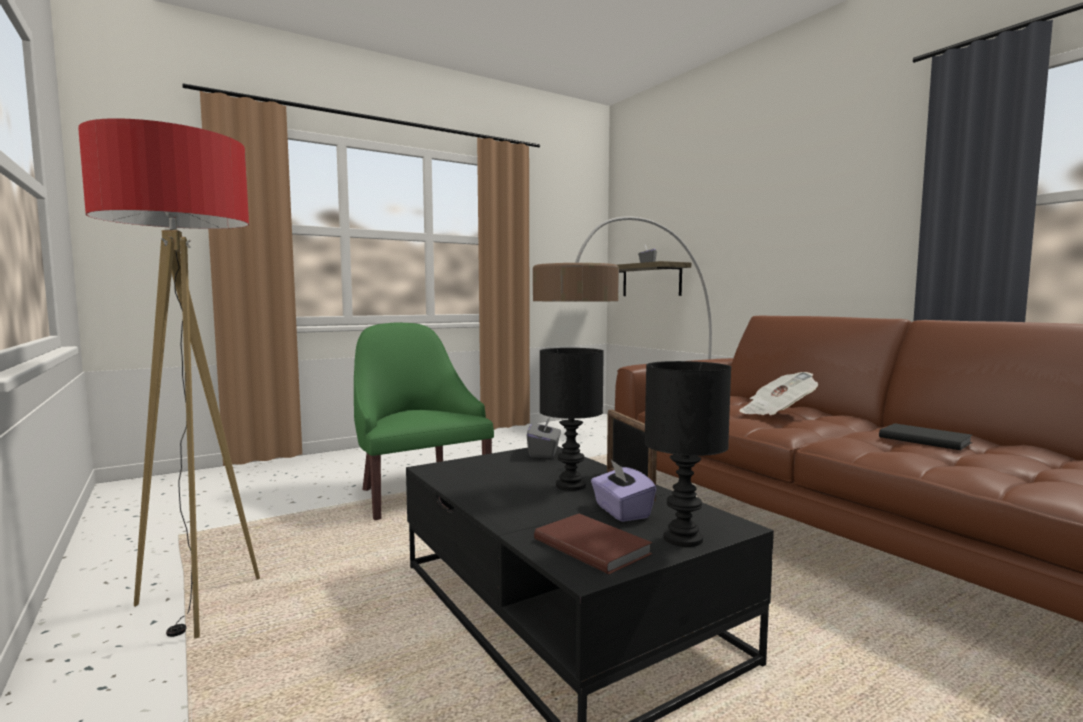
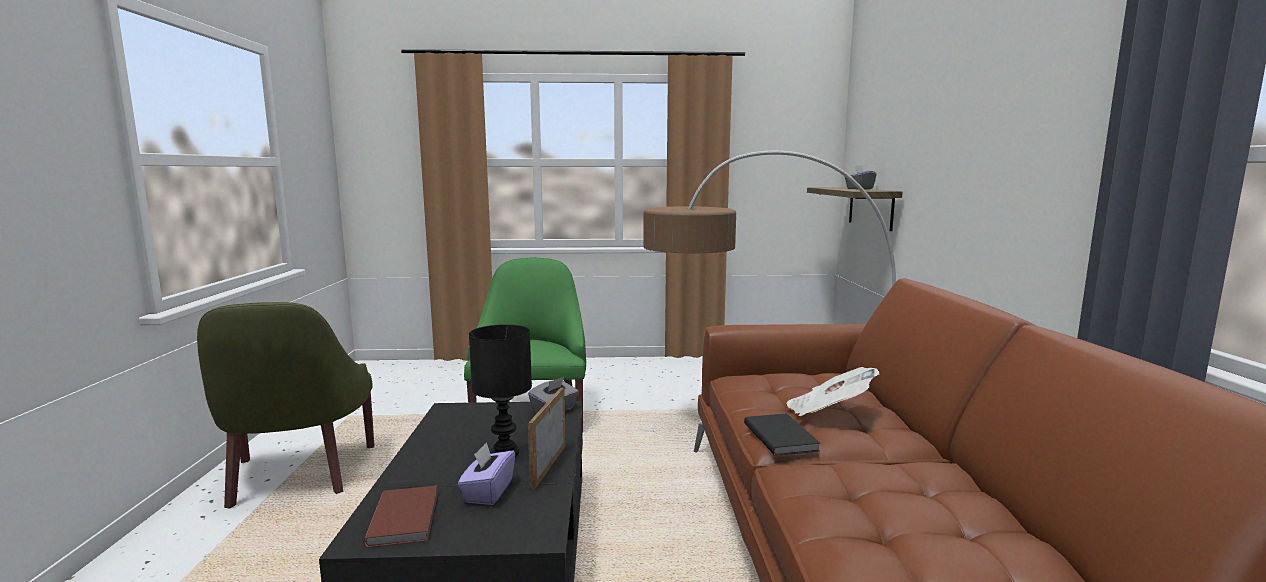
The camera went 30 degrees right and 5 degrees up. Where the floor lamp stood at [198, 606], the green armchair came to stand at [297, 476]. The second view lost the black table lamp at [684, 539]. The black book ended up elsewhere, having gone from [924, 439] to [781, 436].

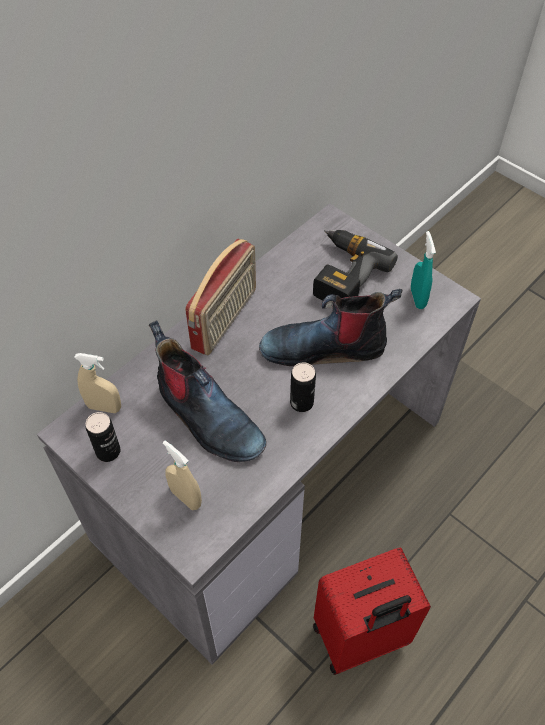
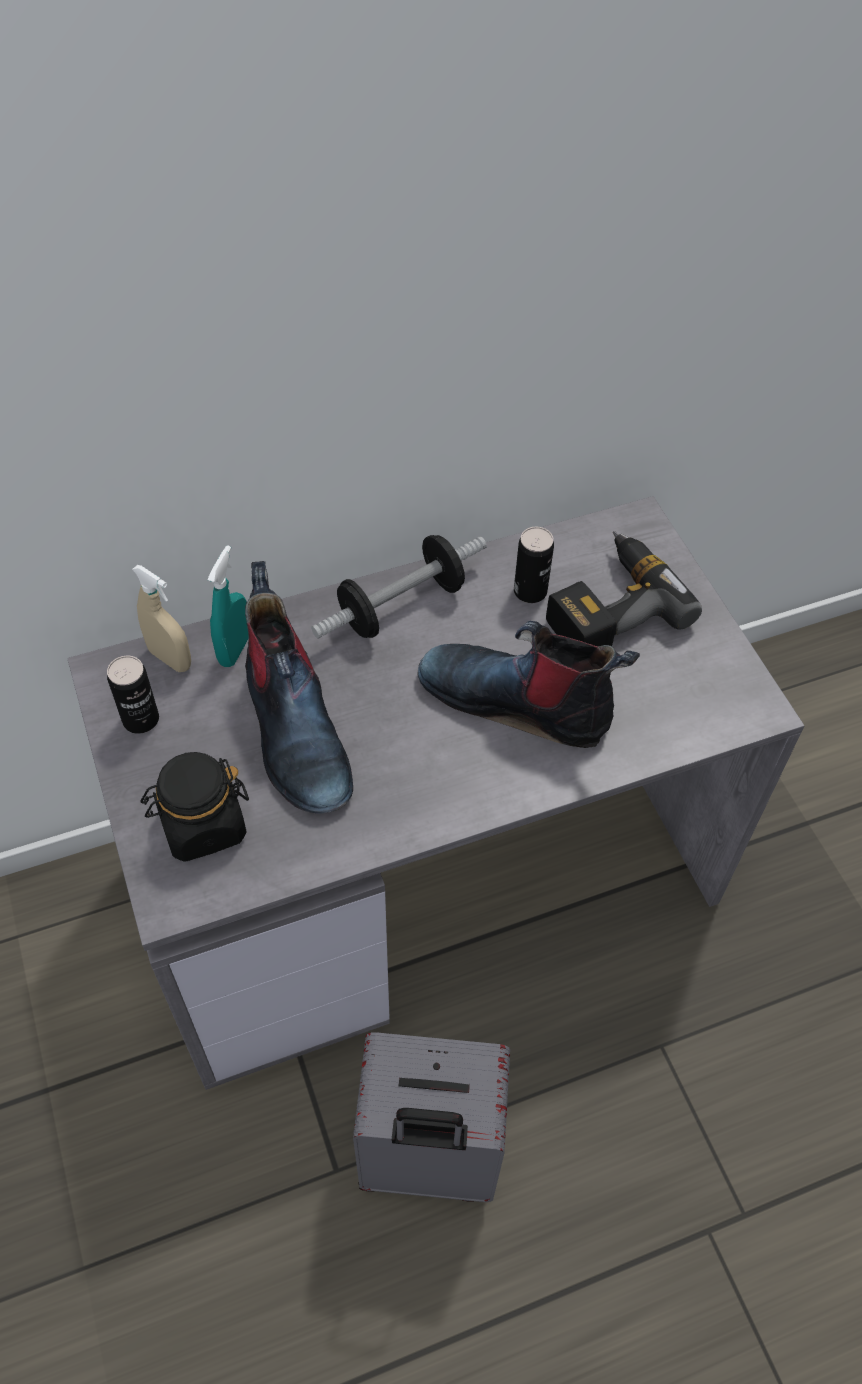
The camera went 25 degrees right and 0 degrees up. The turquoise spray bottle ended up elsewhere, having gone from [417, 298] to [235, 649]. Where the radio stood at [225, 319], the dumbbell came to stand at [401, 605]. The can ended up elsewhere, having gone from [301, 402] to [530, 591]. Where the beige spray bottle stood at [185, 497], the black jar came to stand at [202, 825]. What was the red suitcase at [360, 638] turned into the grey suitcase at [427, 1158].

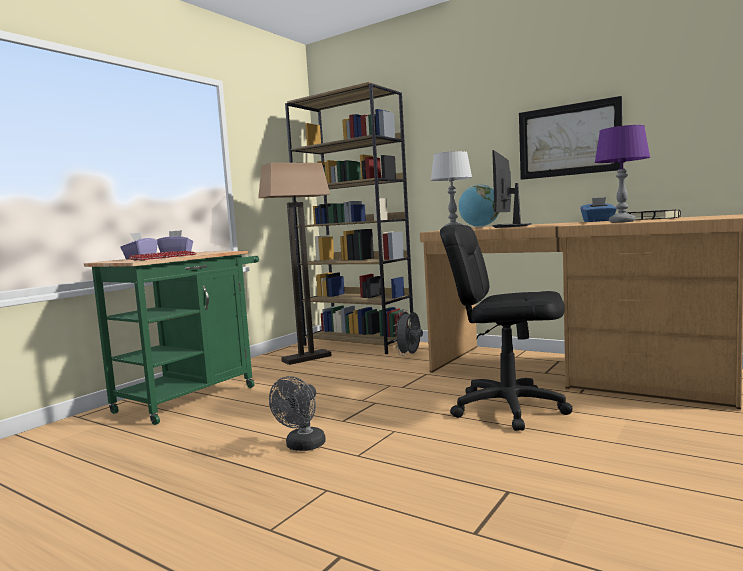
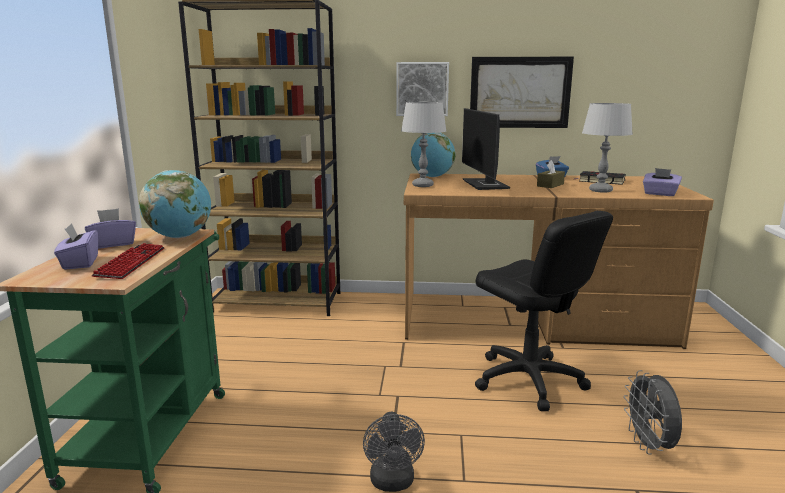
The camera went 30 degrees left and 10 degrees up. What was the purple table lamp at [621, 222] turned into the grey table lamp at [600, 190]. The second view lost the floor lamp at [307, 358]. The black office chair at [508, 408] ended up facing another way, 120 degrees counterclockwise from before. The grey fan ended up elsewhere, having gone from [410, 355] to [649, 446]. The second view gained the picture at [422, 89]. The second view gained the brown tissue box at [550, 185]. The second view gained the purple tissue box at [660, 194]. The second view gained the globe at [179, 237].

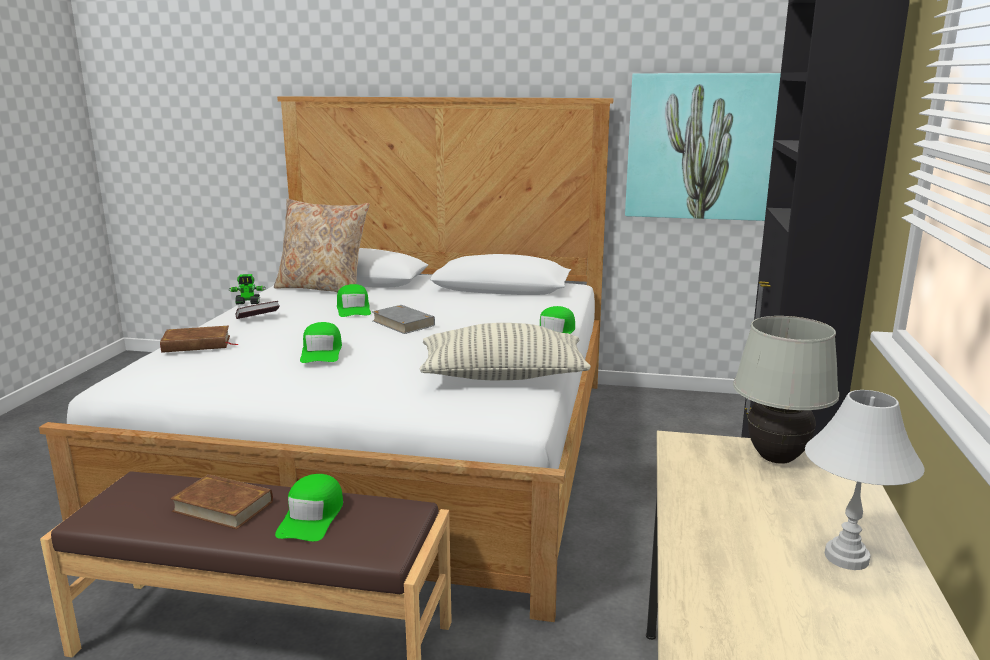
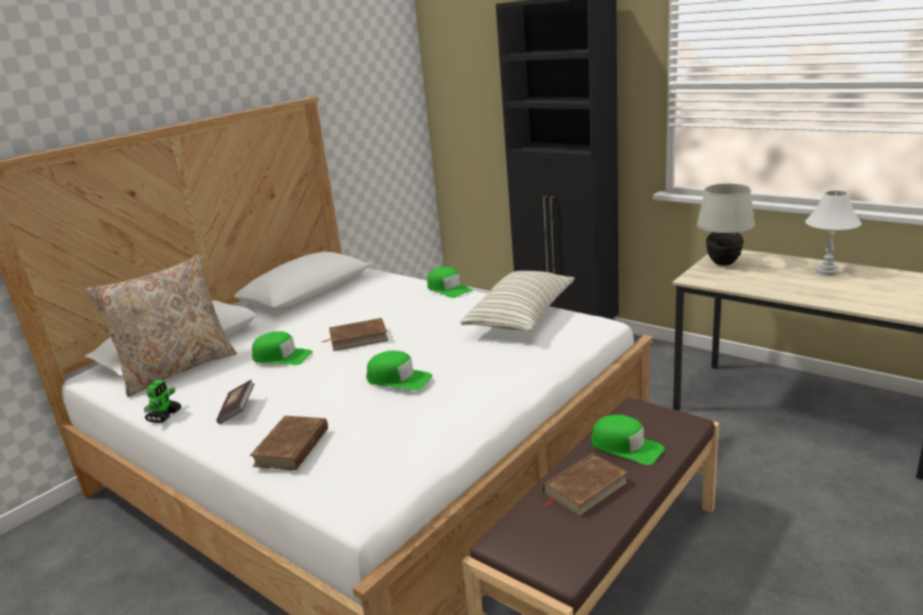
The camera went 60 degrees left and 5 degrees up. The second view lost the picture at [699, 147]. What was the grey book at [403, 323] turned into the brown book at [358, 338].

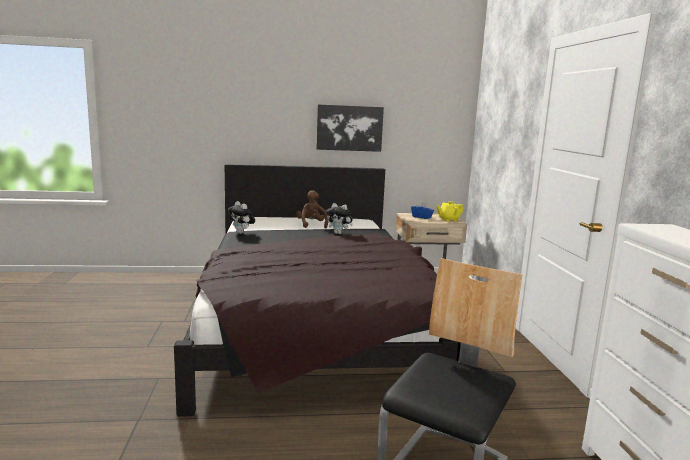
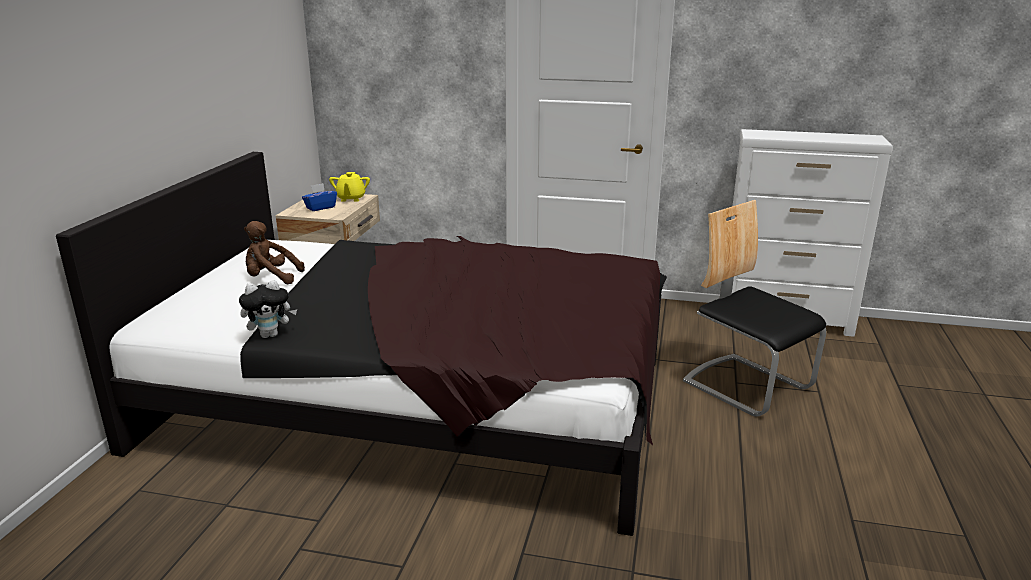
The camera went 70 degrees left and 10 degrees up. The second view lost the picture at [349, 128]. The second view lost the plush toy at [339, 233].

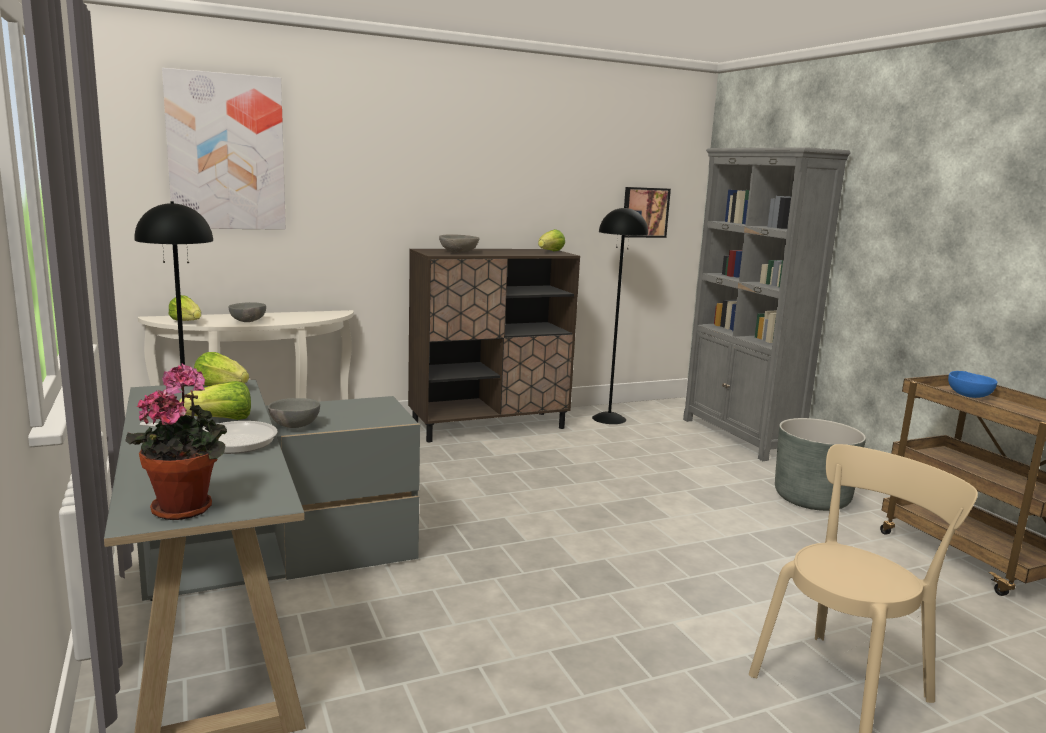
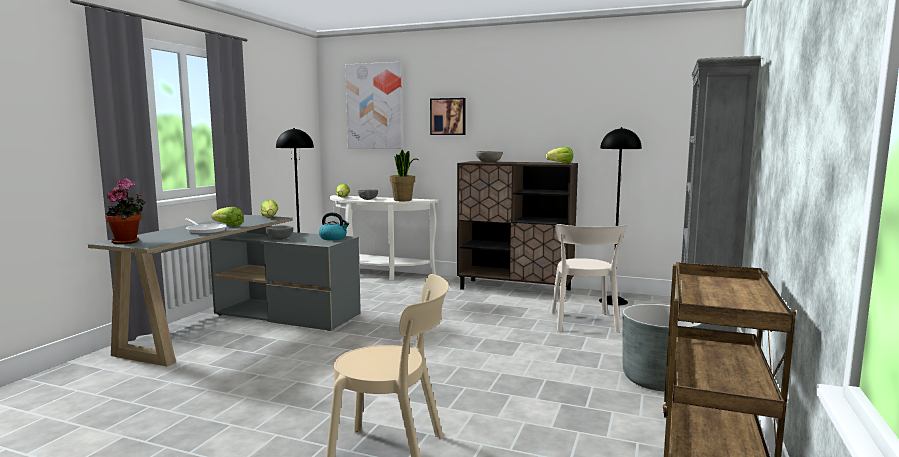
The camera went 45 degrees right and 5 degrees down. The picture ended up elsewhere, having gone from [644, 212] to [448, 116]. The second view lost the blue bowl at [969, 396]. The second view gained the potted plant at [403, 200]. The second view gained the kettle at [333, 238]. The second view gained the beige chair at [584, 323].

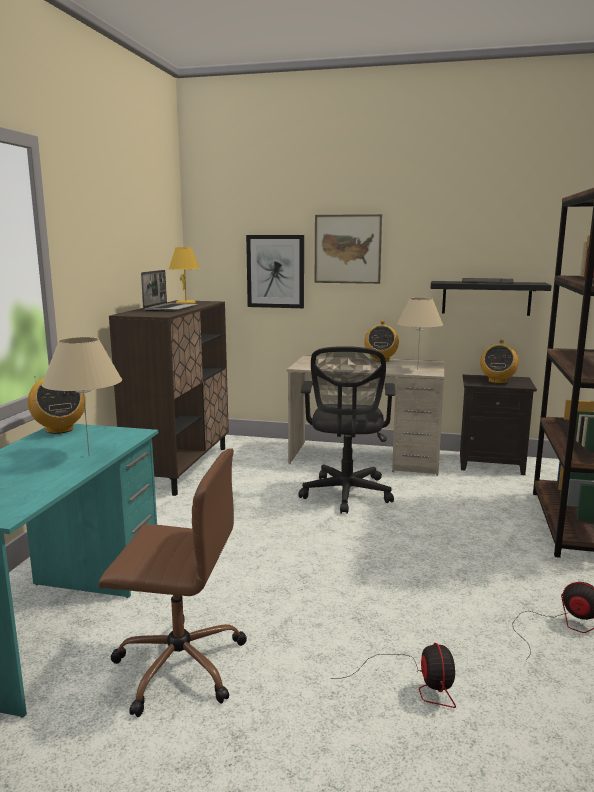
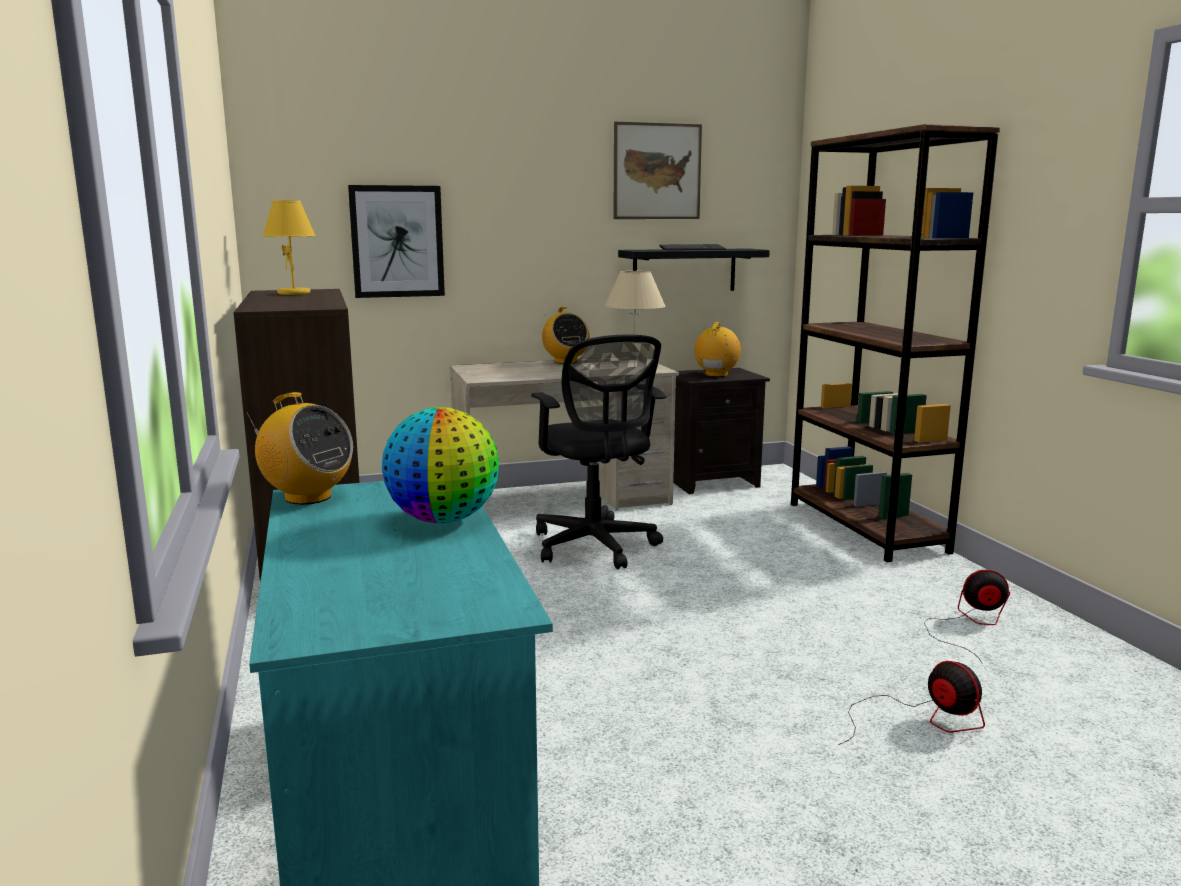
The camera went 30 degrees left and 0 degrees up. The picture ended up elsewhere, having gone from [347, 249] to [657, 171]. The second view lost the laptop at [170, 308]. Where the beige table lamp stood at [89, 456], the globe came to stand at [444, 520]. The radio at [497, 381] ended up facing another way, 150 degrees counterclockwise from before. The second view lost the brown office chair at [177, 665].

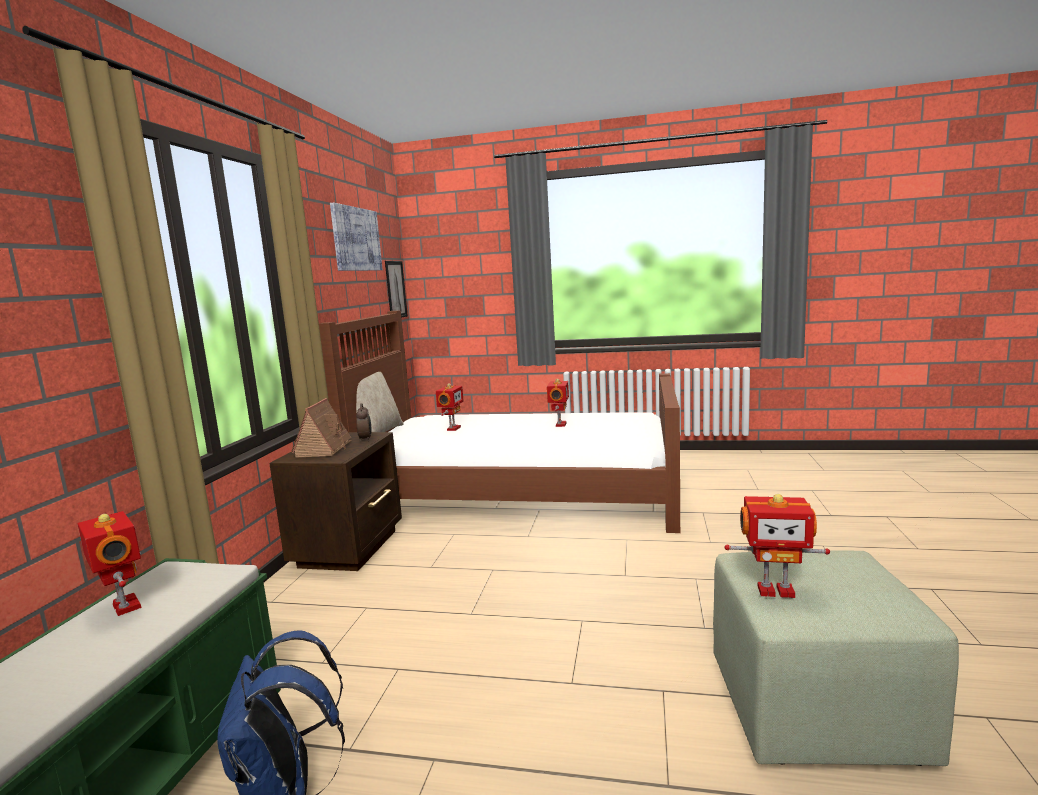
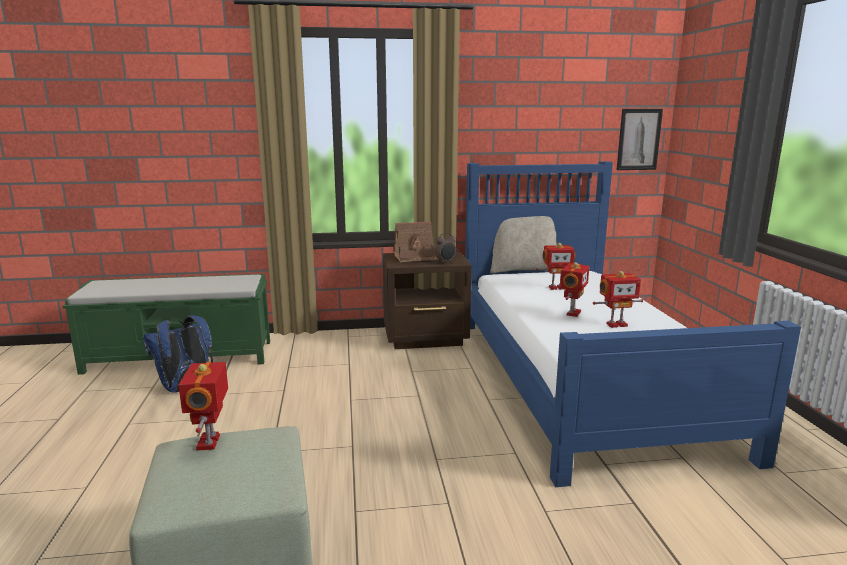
The camera went 70 degrees right and 5 degrees up. The second view lost the picture at [356, 239]. What was the brown bed at [517, 494] turned into the blue bed at [579, 378]. The toy robot ended up elsewhere, having gone from [124, 607] to [572, 313].

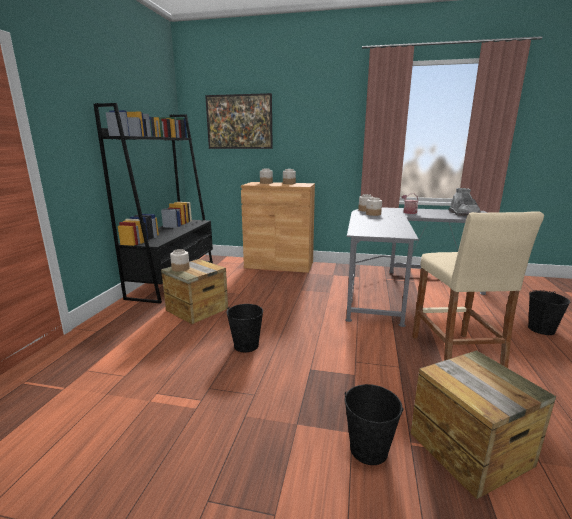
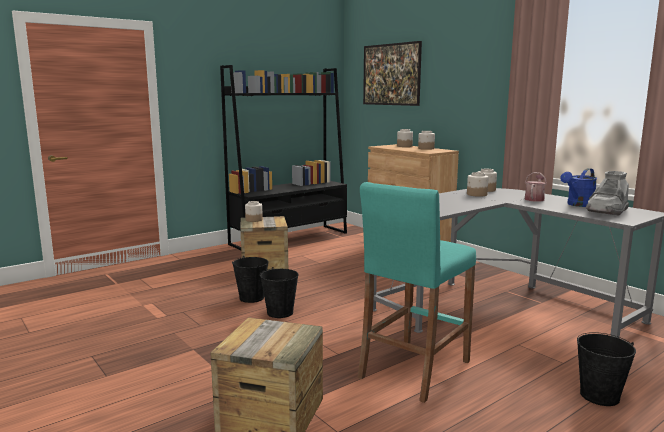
The camera went 40 degrees right and 5 degrees down. What was the beige stool at [455, 355] turned into the turquoise stool at [414, 369]. The black bucket ended up elsewhere, having gone from [368, 449] to [280, 312]. The second view gained the blue watering can at [578, 205].

